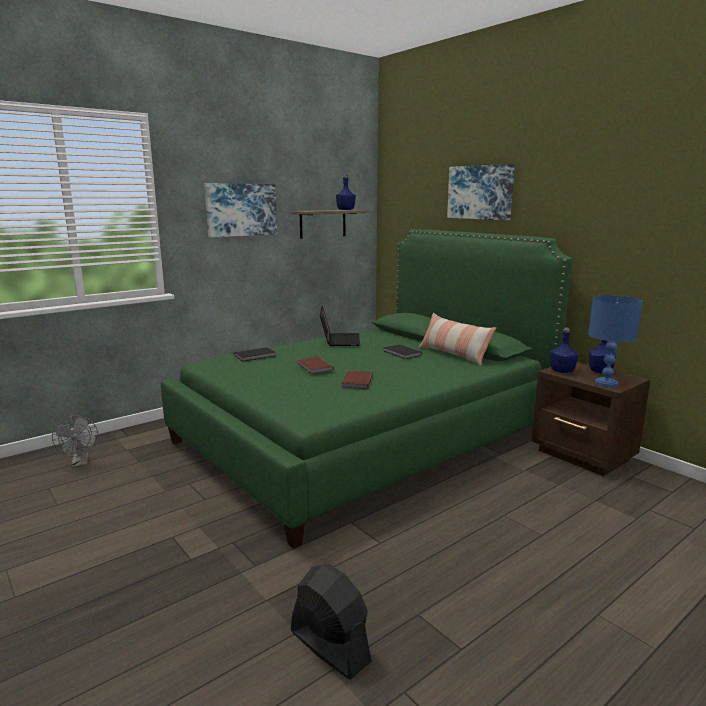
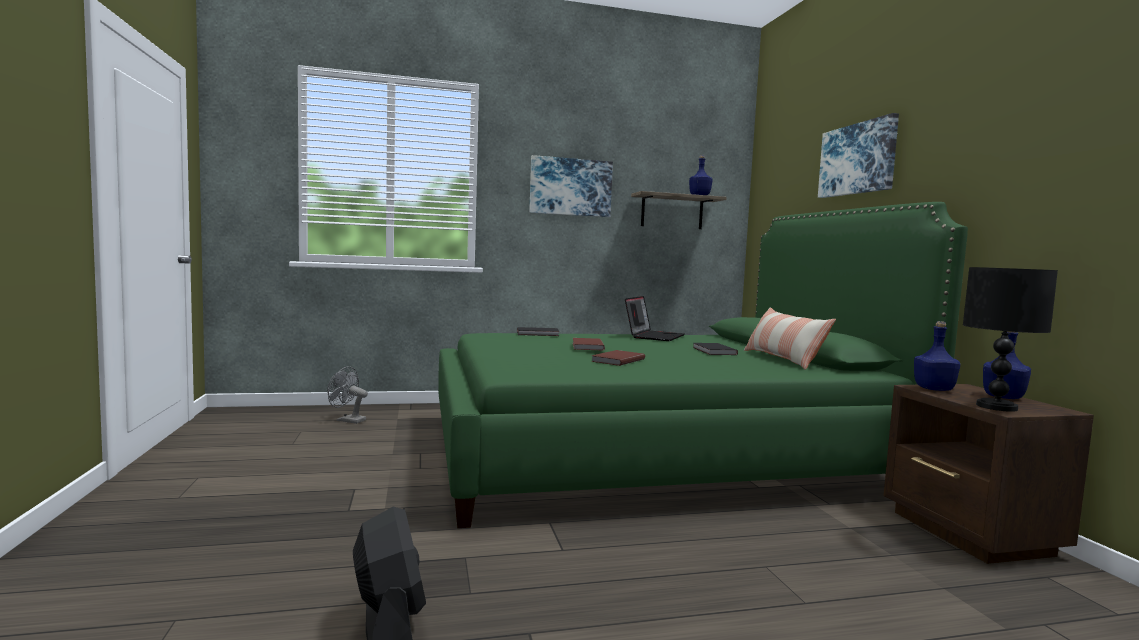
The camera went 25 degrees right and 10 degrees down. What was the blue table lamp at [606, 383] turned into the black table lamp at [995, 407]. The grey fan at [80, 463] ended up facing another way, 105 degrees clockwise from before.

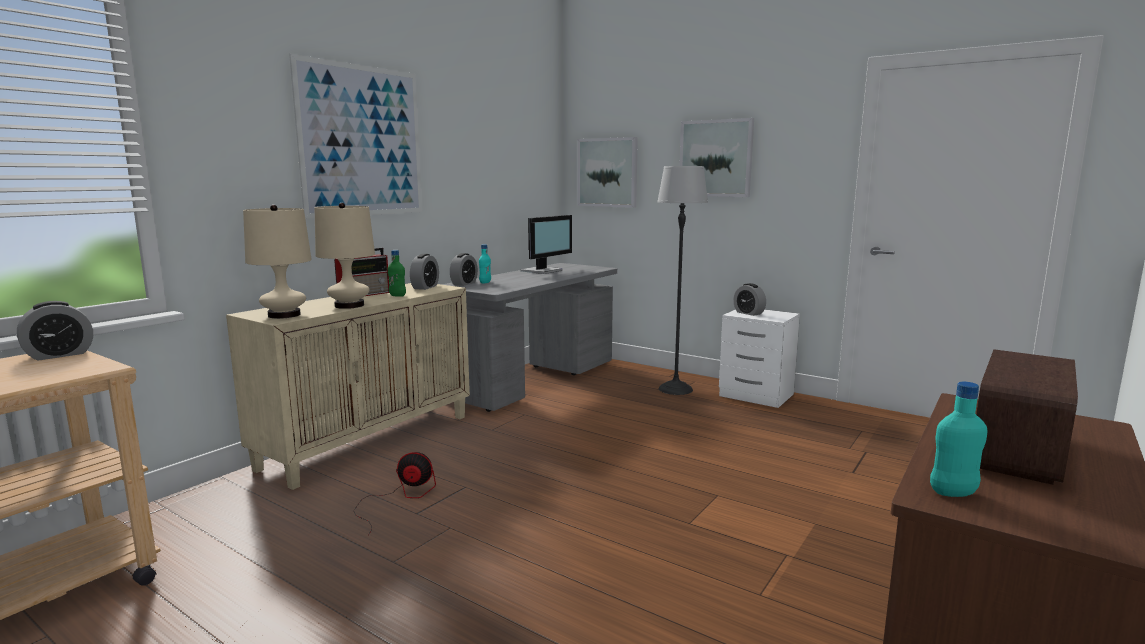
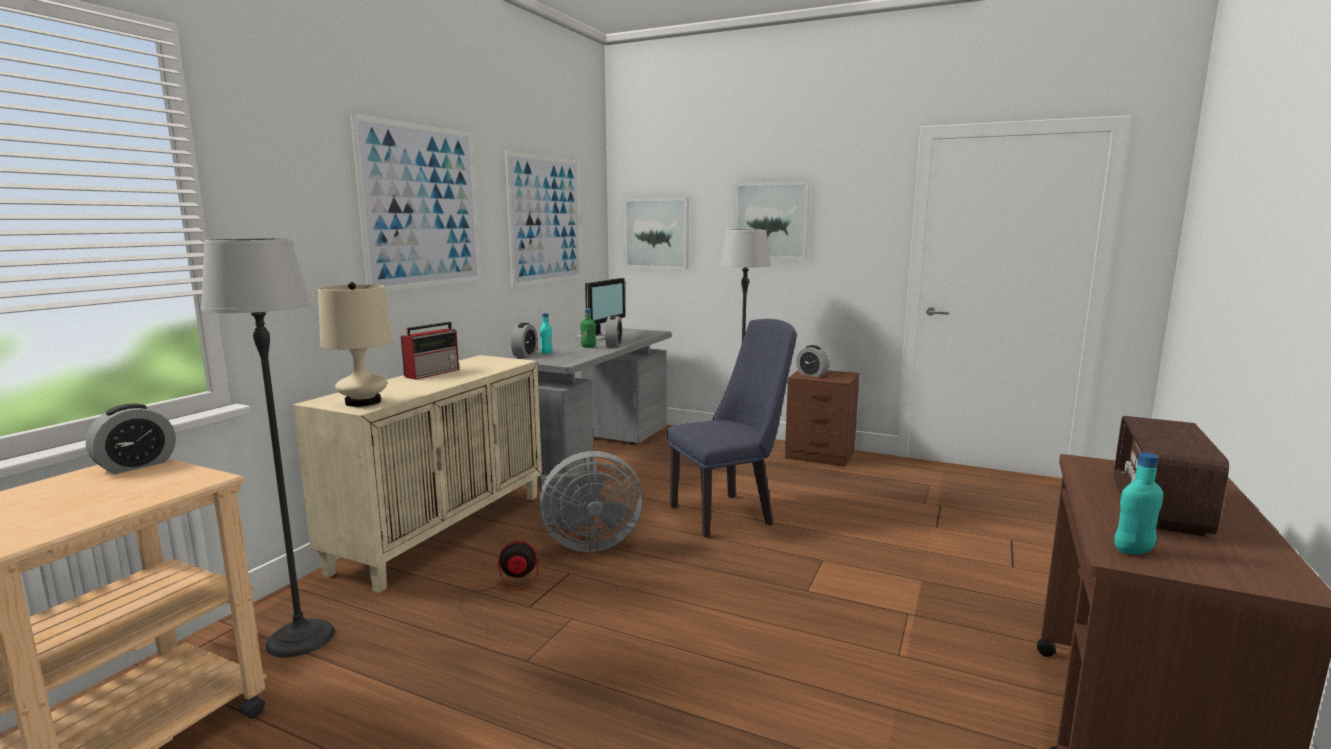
The camera went 10 degrees left and 0 degrees up. The second view lost the beige table lamp at [349, 305]. The green bottle ended up elsewhere, having gone from [397, 295] to [588, 347]. The alarm clock ended up elsewhere, having gone from [425, 287] to [614, 344]. What was the white nightstand at [757, 396] turned into the brown nightstand at [821, 455]. The second view gained the picture at [546, 220]. The second view gained the floor lamp at [300, 638]. The second view gained the blue chair at [728, 513]. The second view gained the grey fan at [587, 543].

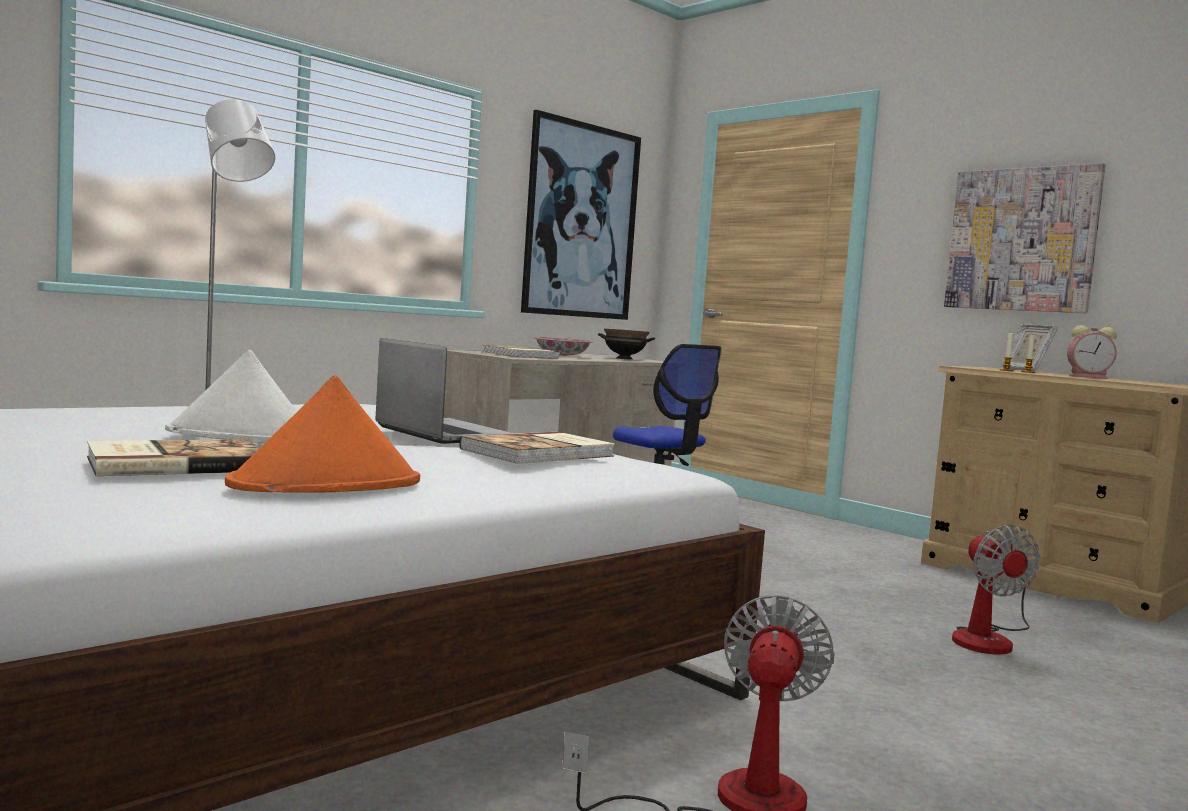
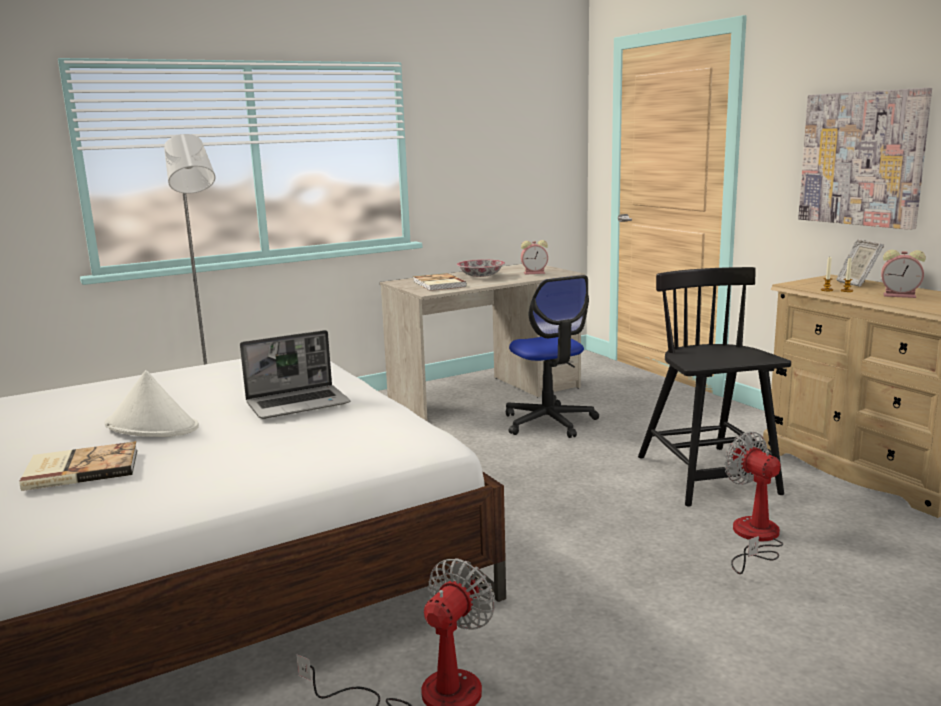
The camera went 15 degrees right and 10 degrees up. The second view lost the picture at [581, 221]. Where the black bowl stood at [624, 358], the alarm clock came to stand at [535, 273]. The laptop at [440, 433] ended up facing another way, 90 degrees clockwise from before. The second view lost the orange hat at [328, 485]. The second view lost the book at [540, 453]. The fan at [988, 639] ended up facing another way, 150 degrees clockwise from before. The second view gained the black chair at [707, 476].

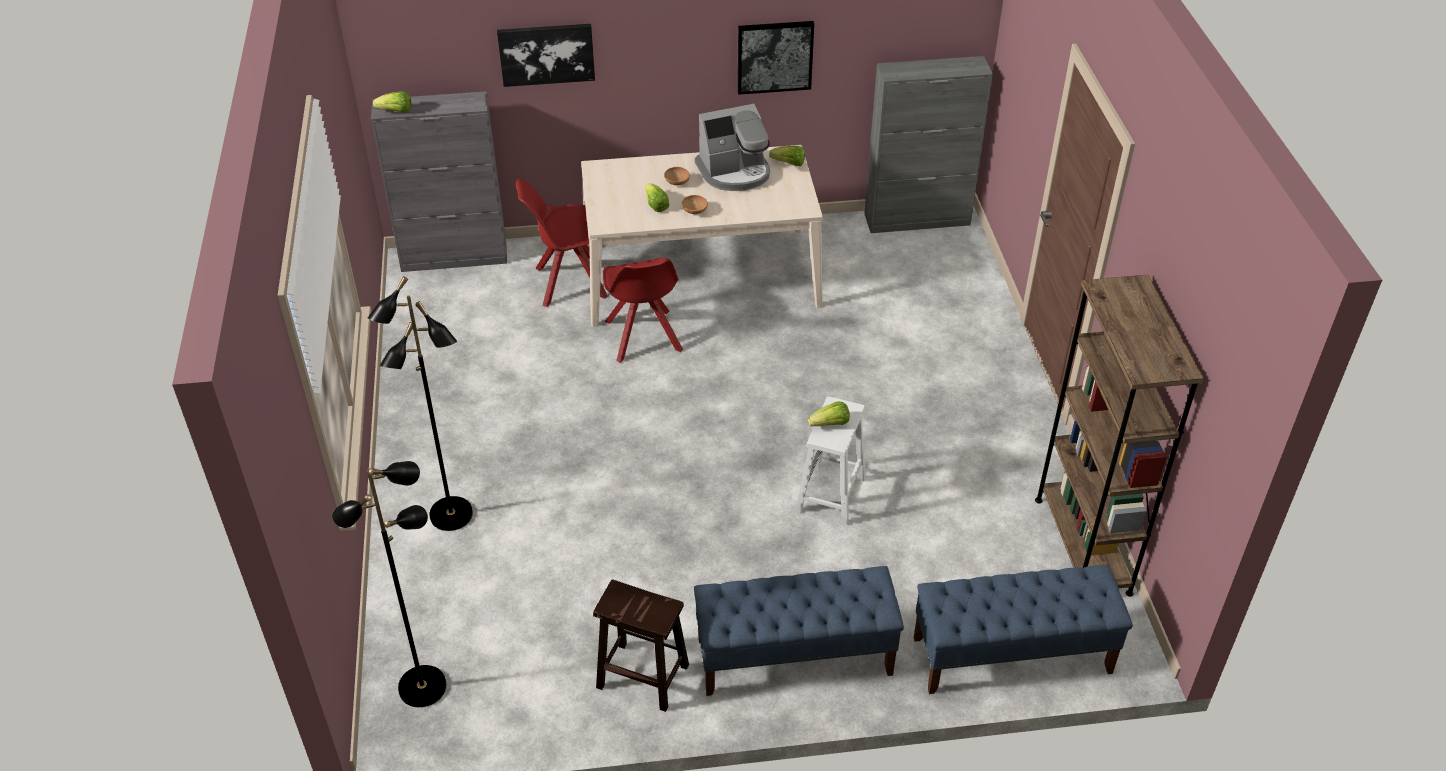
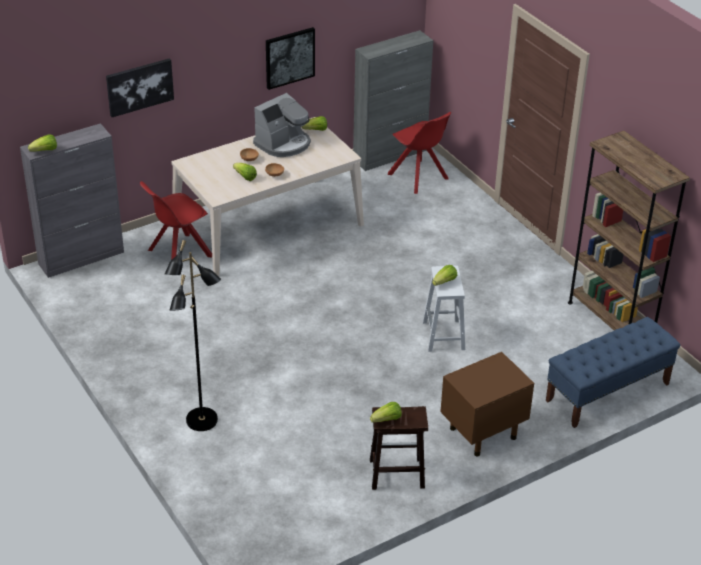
The camera went 25 degrees left and 5 degrees down. The red chair ended up elsewhere, having gone from [643, 337] to [419, 177]. The second view lost the black floor lamp at [422, 685]. Where the blue bench stood at [794, 657], the brown nightstand came to stand at [482, 433]. The second view gained the lettuce at [387, 420].

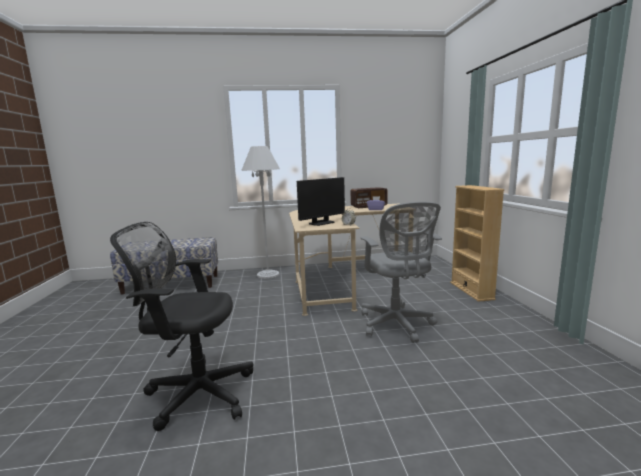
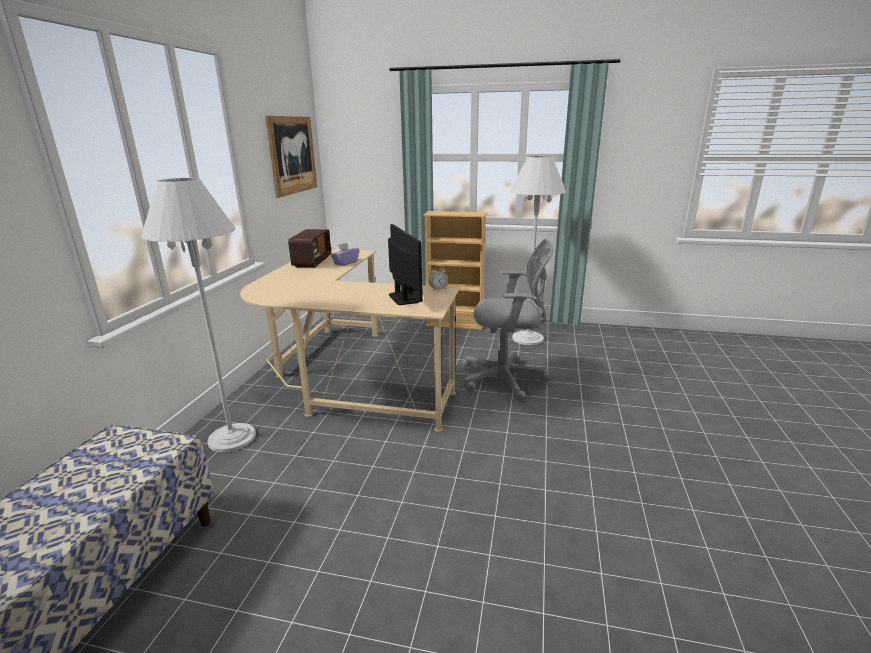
The camera went 70 degrees left and 10 degrees up. The second view lost the black office chair at [196, 393]. The second view gained the picture at [292, 155]. The second view gained the white floor lamp at [527, 338].

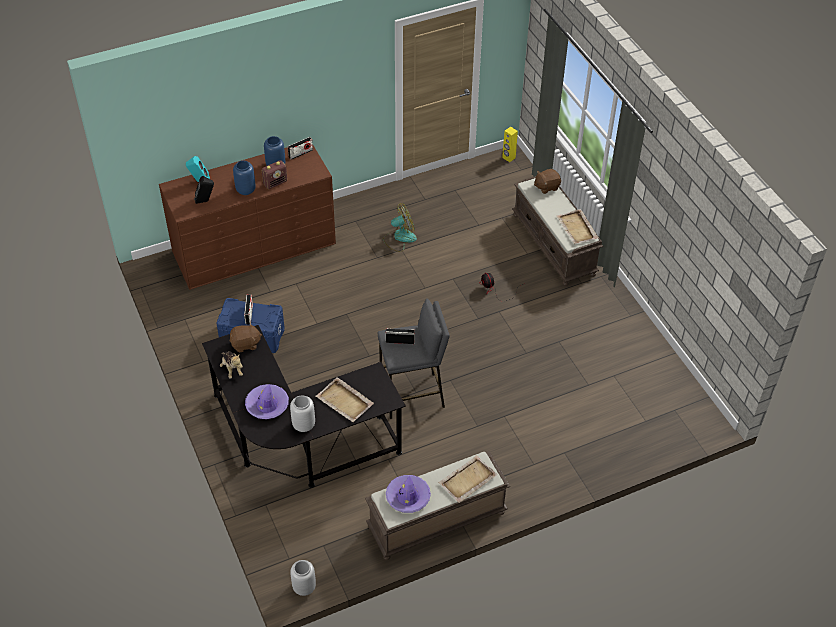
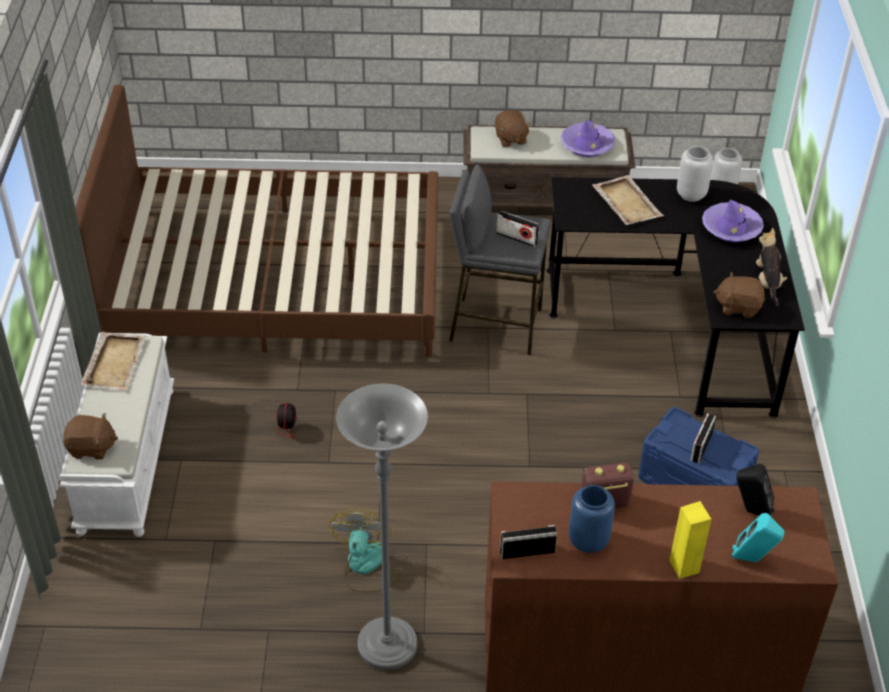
The camera went 155 degrees left and 5 degrees down. The yellow speaker ended up elsewhere, having gone from [508, 158] to [684, 566]. The second view lost the blue vase at [245, 190]. What was the brown bench at [554, 245] turned into the white bench at [126, 458]. The fan at [399, 238] ended up facing another way, 90 degrees clockwise from before. Where the beige tray stood at [467, 480], the brown plush toy came to stand at [510, 139]. The second view gained the brown bed at [275, 279]. The second view gained the grey floor lamp at [387, 646].

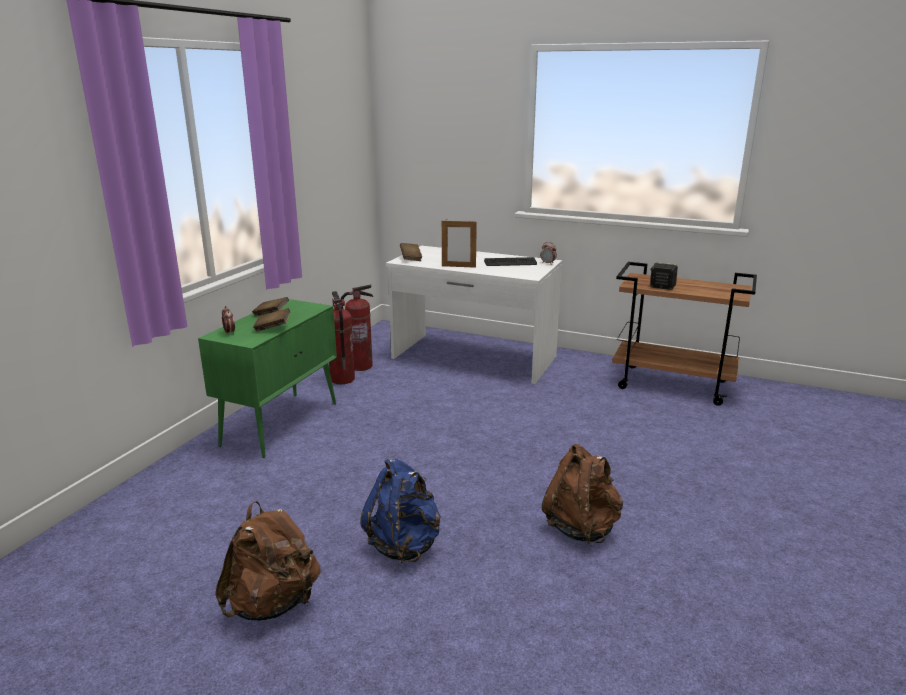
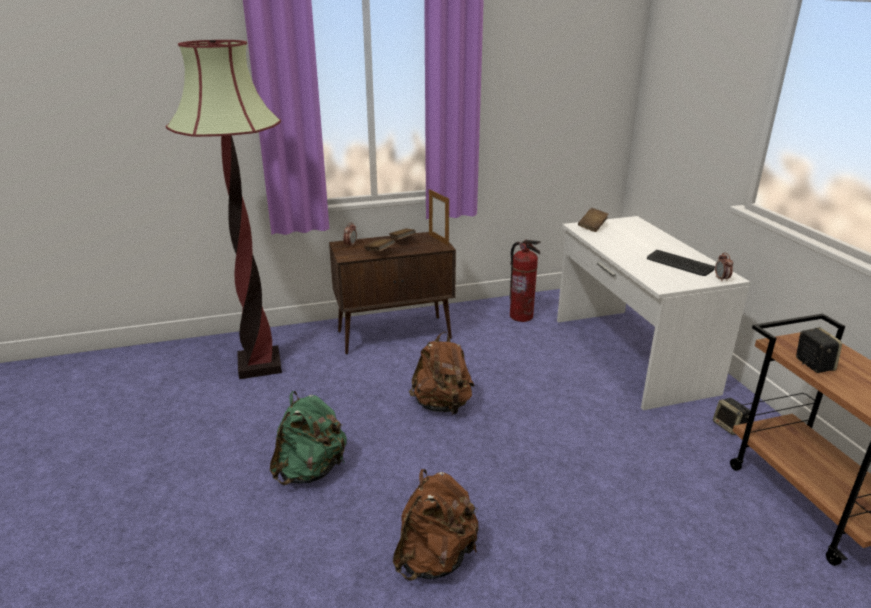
The camera went 50 degrees right and 5 degrees up. The picture frame ended up elsewhere, having gone from [458, 266] to [438, 240]. The second view lost the fire extinguisher at [342, 379]. What was the green cabinet at [281, 423] turned into the brown cabinet at [395, 335]. What was the blue backpack at [404, 544] turned into the green backpack at [310, 470]. The brown backpack ended up elsewhere, having gone from [273, 604] to [442, 405]. The second view gained the floor lamp at [259, 365]. The second view gained the speaker at [729, 426].

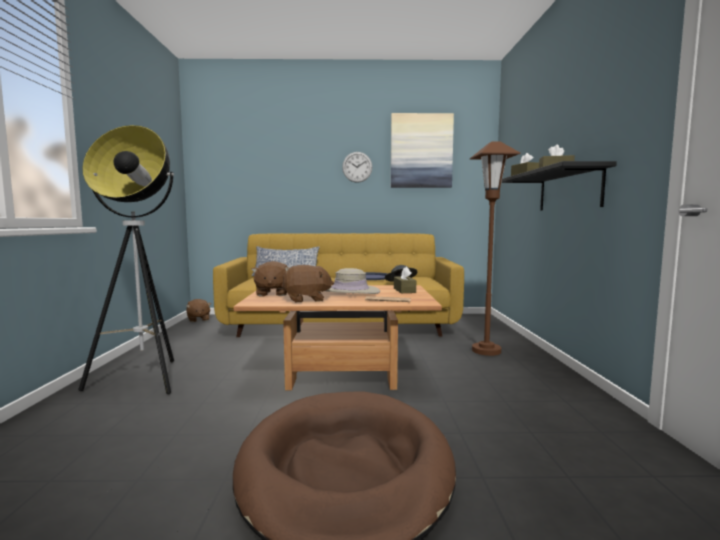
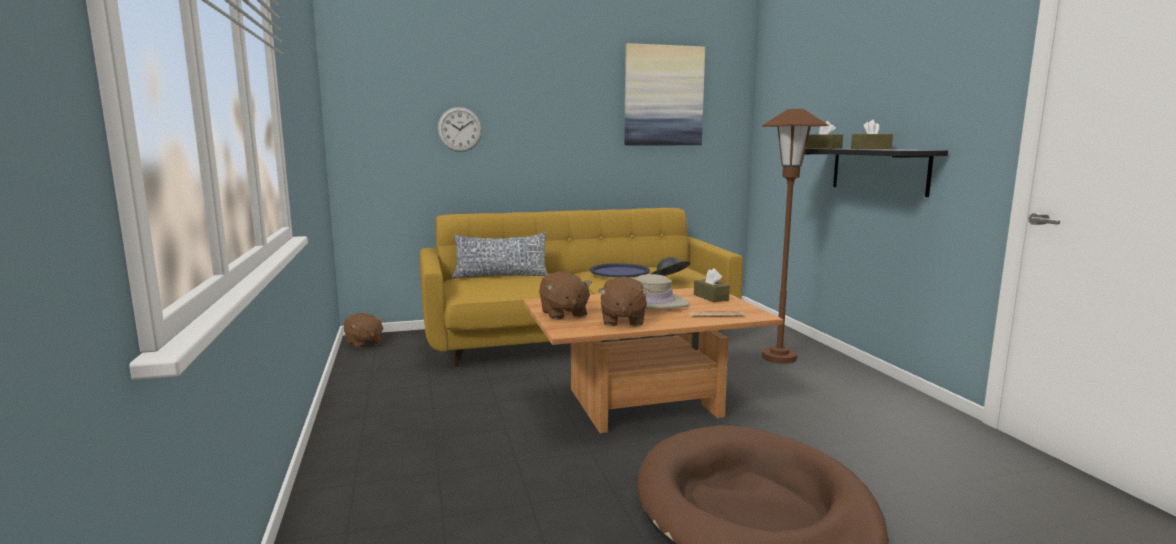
The camera went 15 degrees left and 5 degrees up. The second view lost the floor lamp at [145, 379]. The wall clock ended up elsewhere, having gone from [357, 167] to [460, 129]. The brown plush toy at [306, 299] ended up facing another way, 120 degrees clockwise from before.

